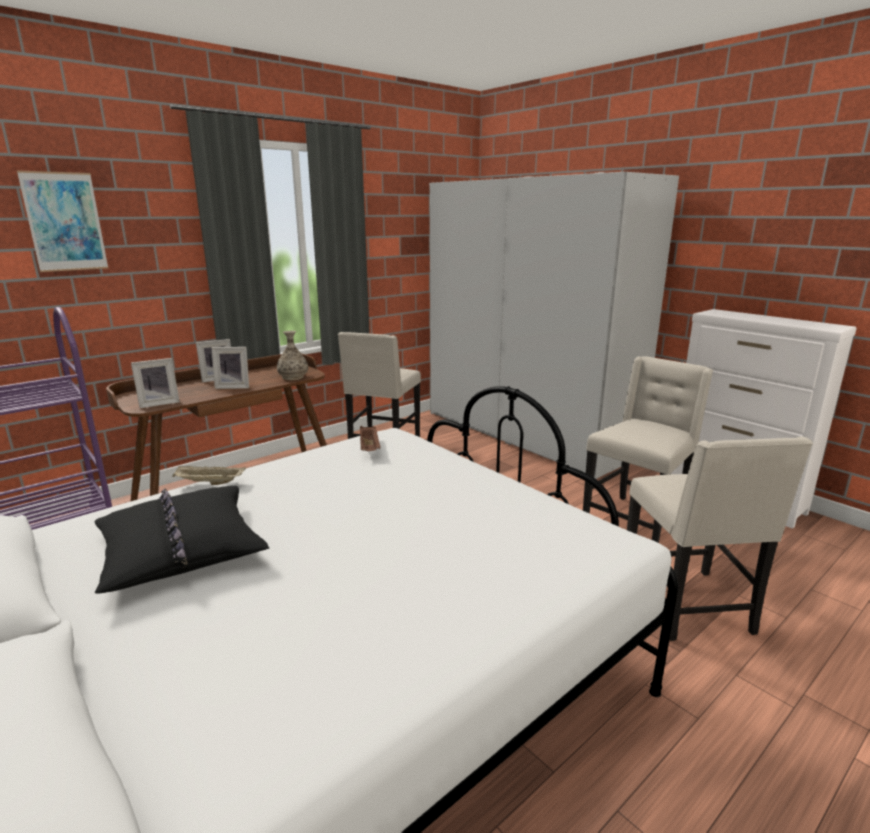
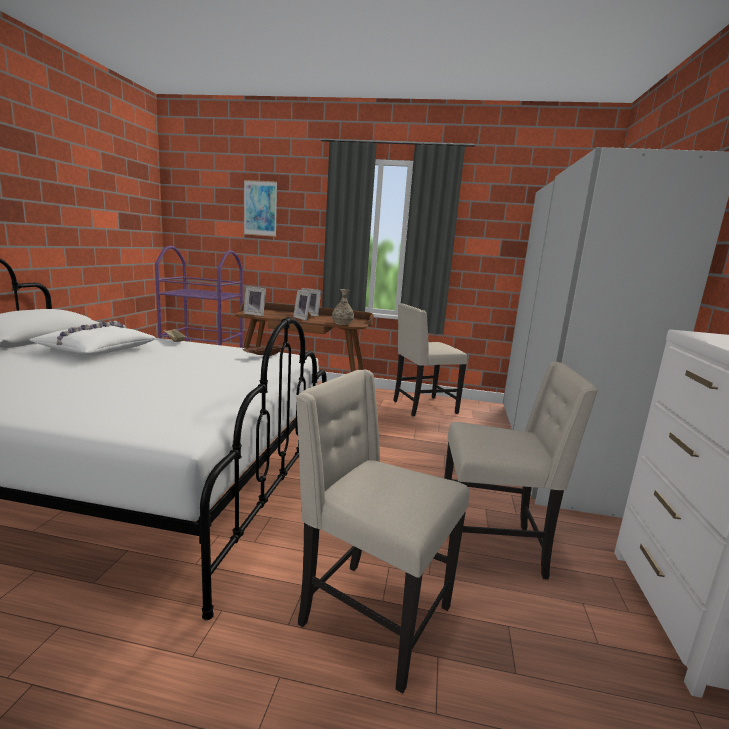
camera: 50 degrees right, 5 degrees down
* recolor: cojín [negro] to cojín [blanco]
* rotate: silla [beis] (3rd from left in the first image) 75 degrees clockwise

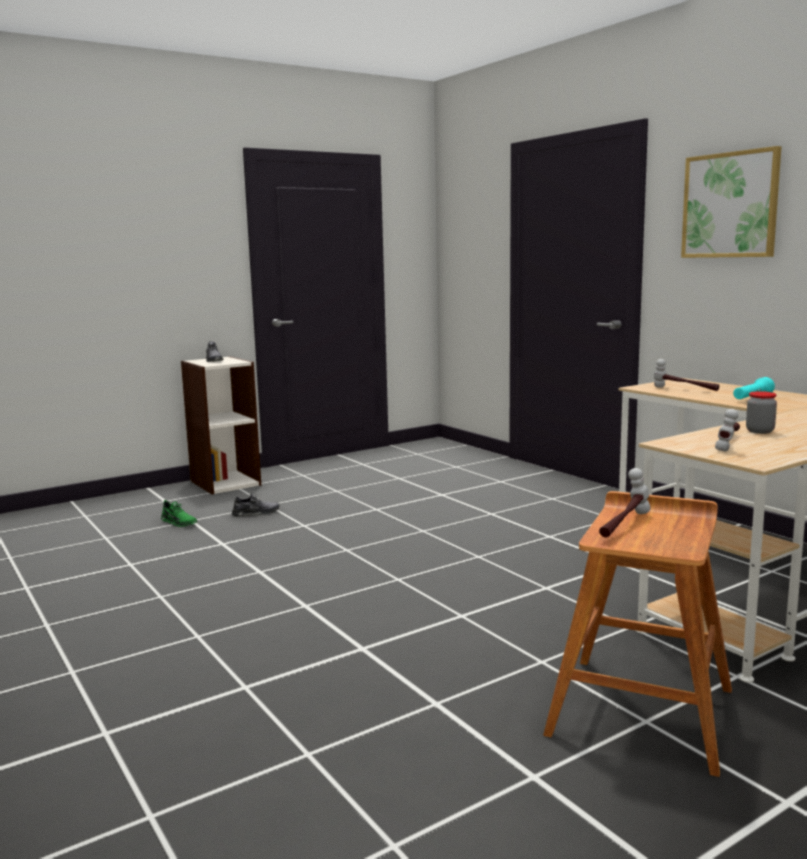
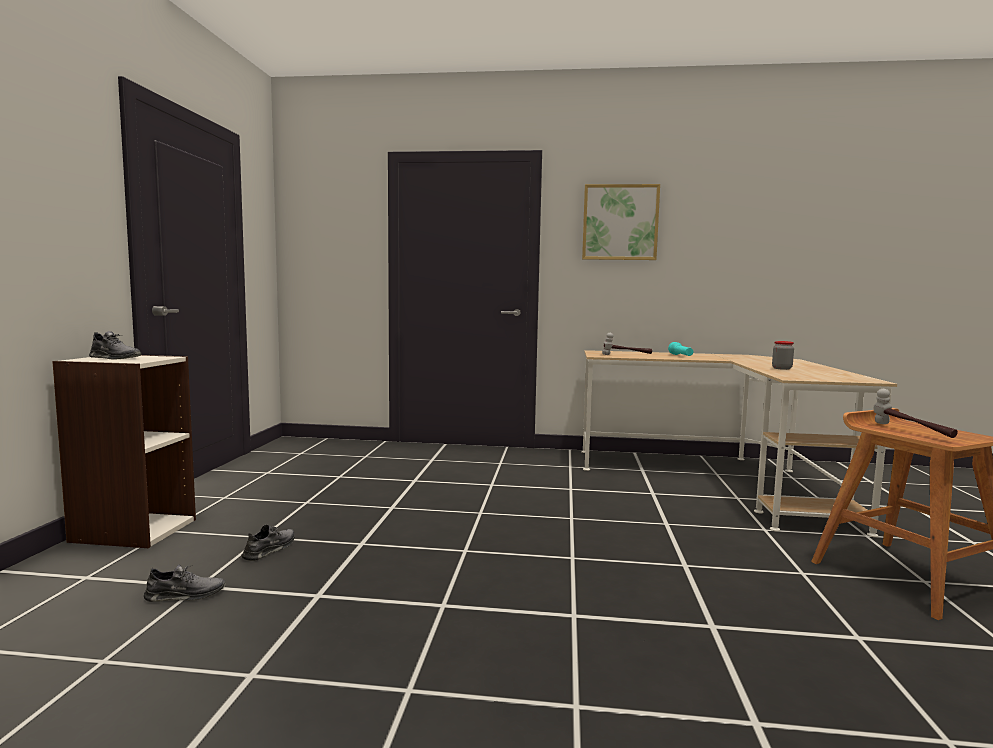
camera: 50 degrees left, 5 degrees down
* recolor: zapato [verde] to zapato [gris] (2nd from left)
* delete: martillo (3rd from left)

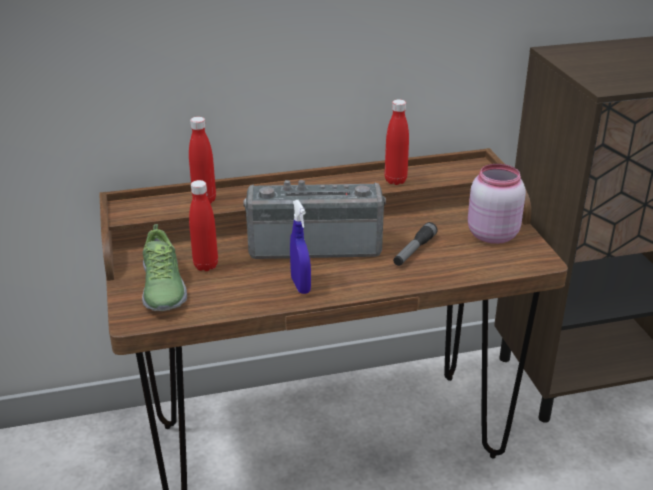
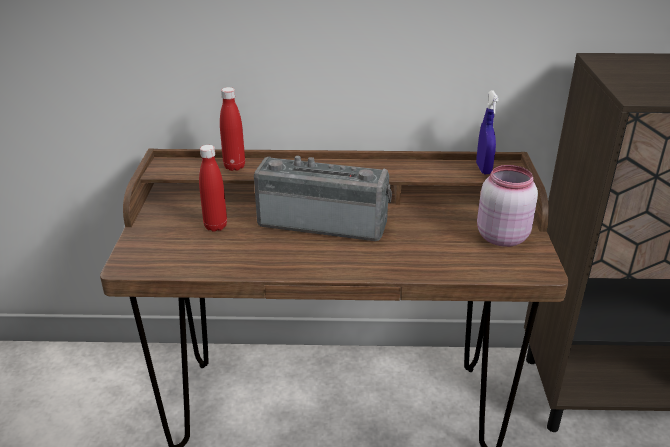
camera: 15 degrees right, 0 degrees up
* delete: zapato
* move: pulverizador [azul]
* delete: botella [rojo] (3rd from left)
* delete: linterna

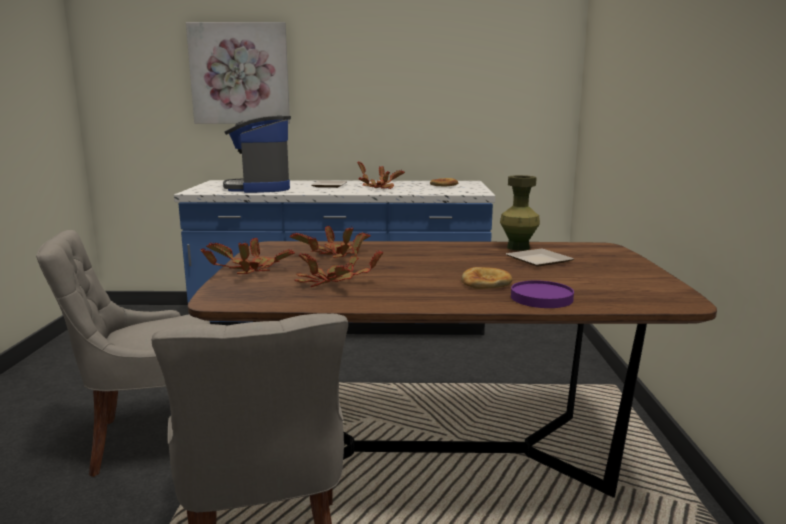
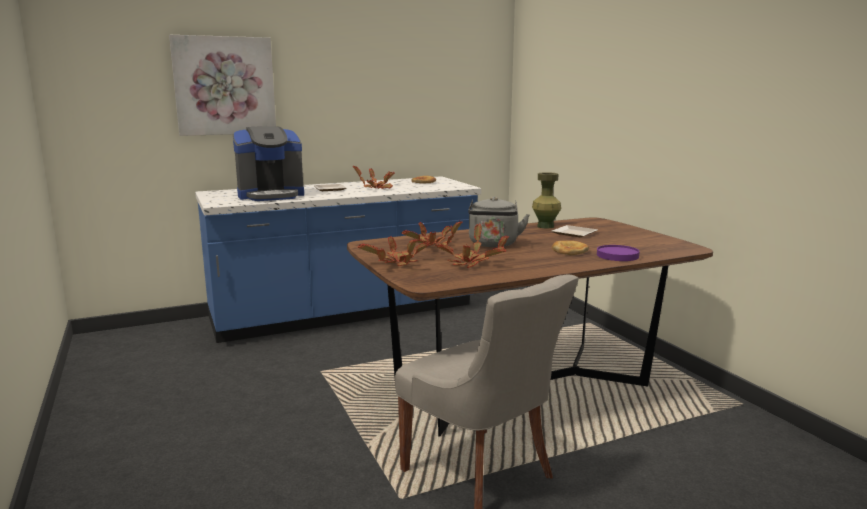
camera: 25 degrees left, 0 degrees up
* delete: silla [gris] (1st from left)
* rotate: cafetera 75 degrees counterclockwise
* insert: hervidor [gris]

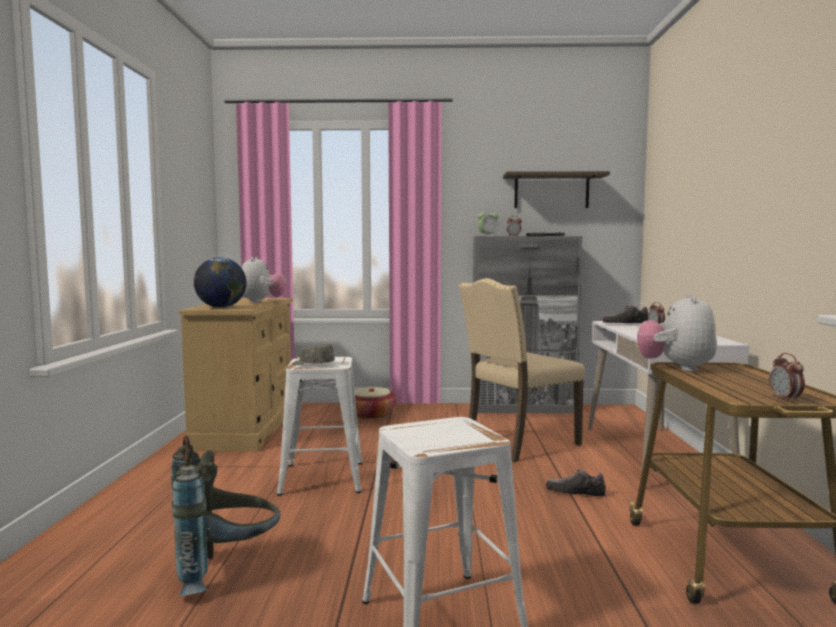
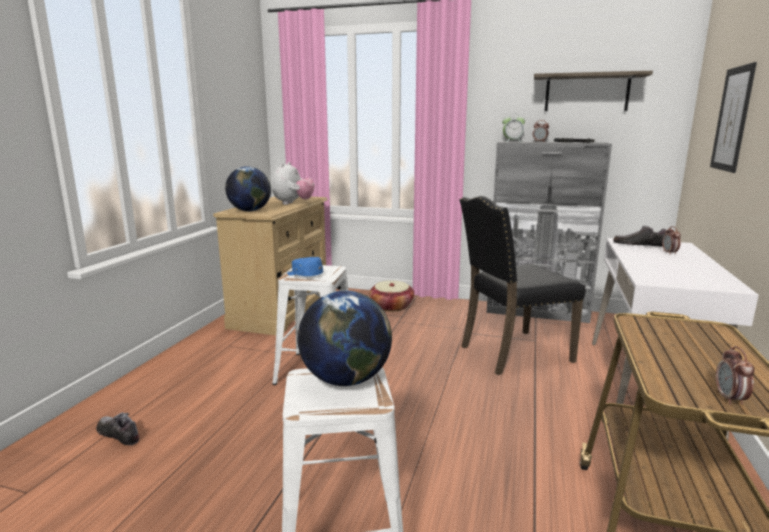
camera: 15 degrees right, 10 degrees up
* delete: mochila [gris]
* recolor: gorra [gris] to gorra [azul]
* recolor: silla [beis] to silla [negro]
* move: zapato (1st from left)
* delete: peluche (2nd from left)
* insert: globo terráqueo (2nd from left)
* insert: cuadro

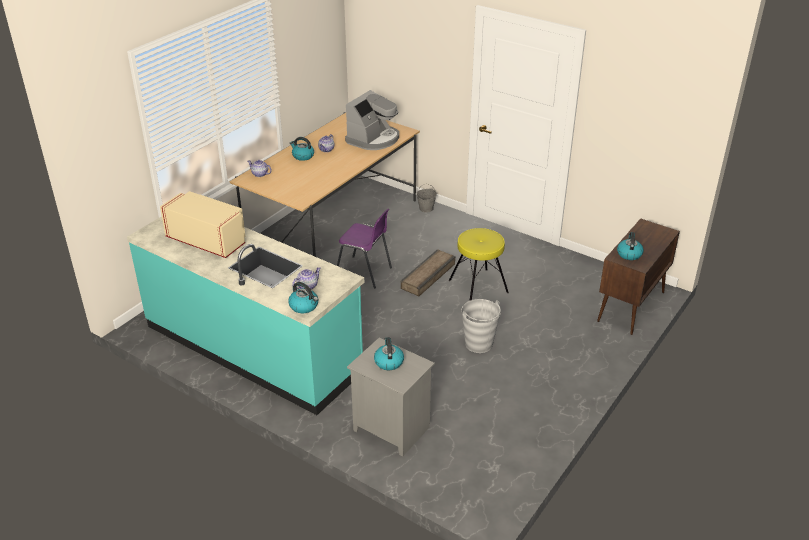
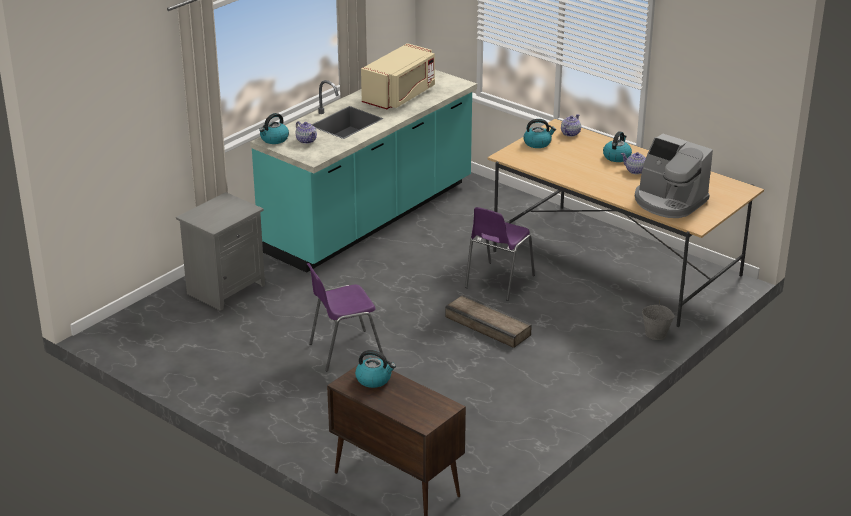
camera: 95 degrees right, 5 degrees down
* move: hervidor (3rd from left)
* delete: taburete [amarillo]
* replace: cubo [gris] (2nd from left) to silla [morado] (1st from left)

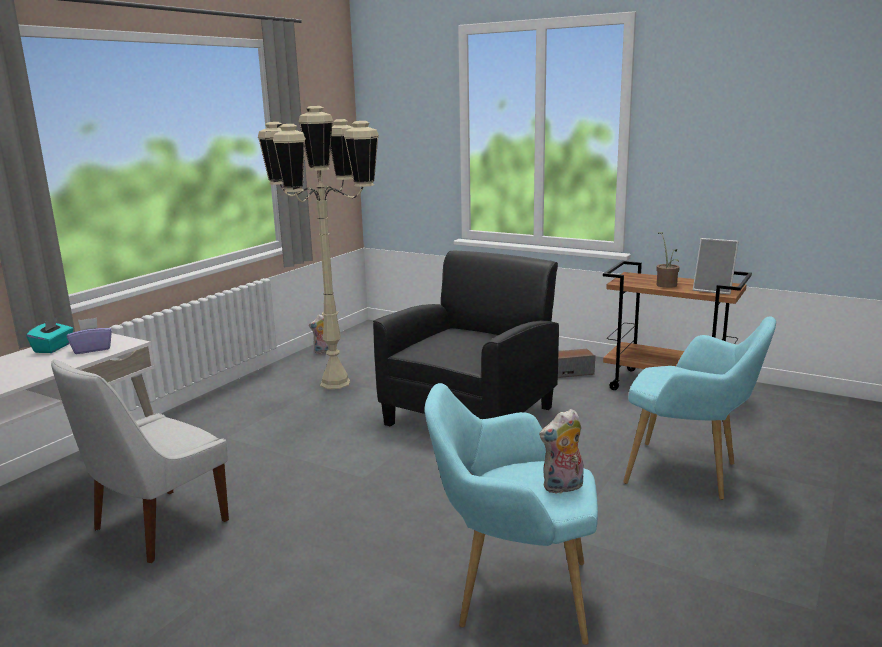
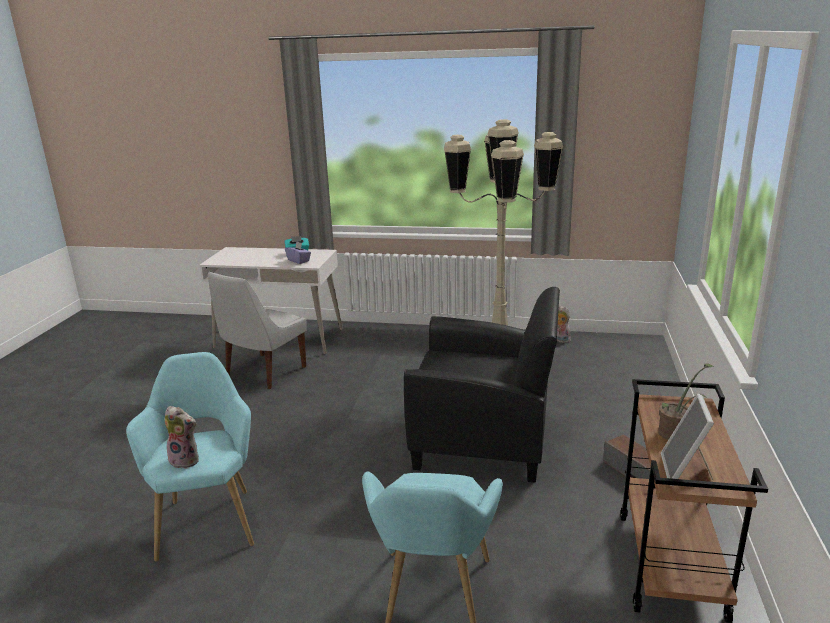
camera: 70 degrees right, 5 degrees up
* rotate: silla [blanco] 75 degrees counterclockwise
* rotate: peluche (2nd from left in the first image) 150 degrees clockwise

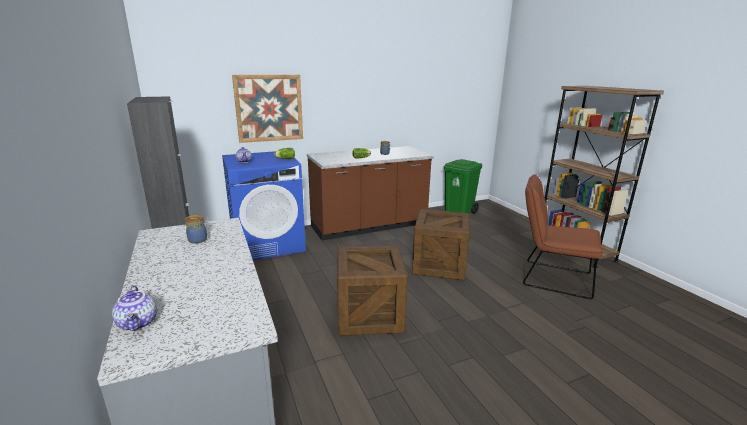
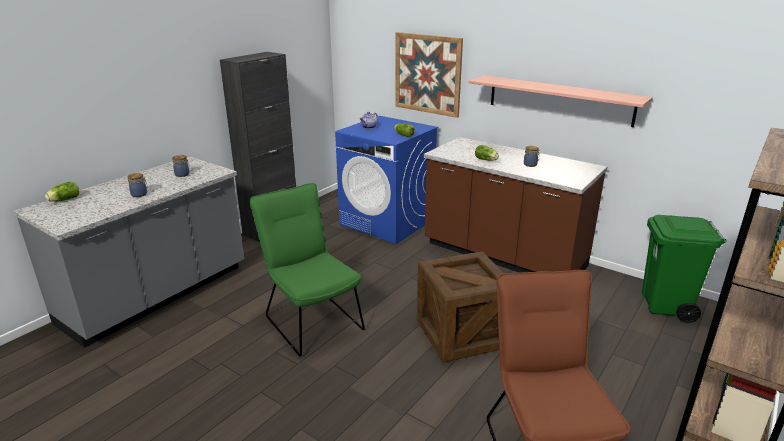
camera: 60 degrees right, 5 degrees up
* replace: tetera (1st from left) to lechuga (1st from left)
* replace: caja de embalaje (1st from left) to silla [verde]
* insert: tarro (1st from left)
* insert: estante

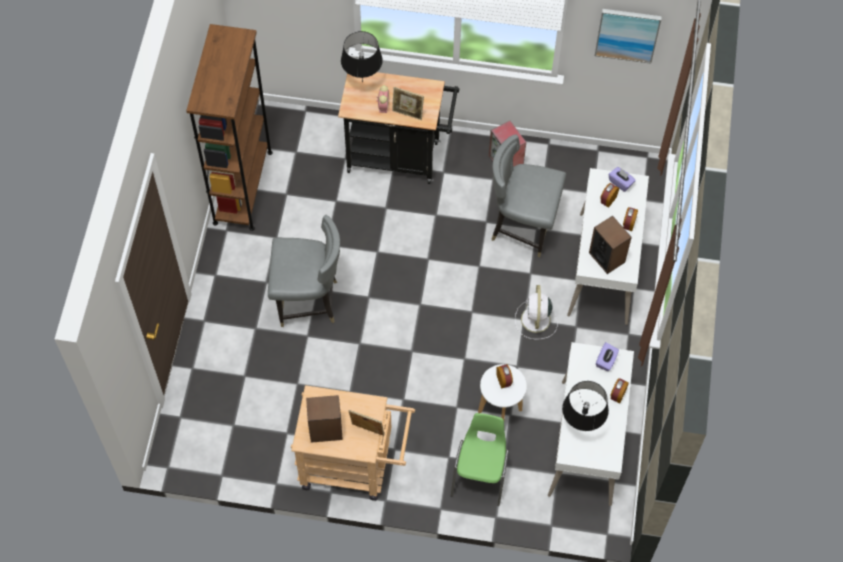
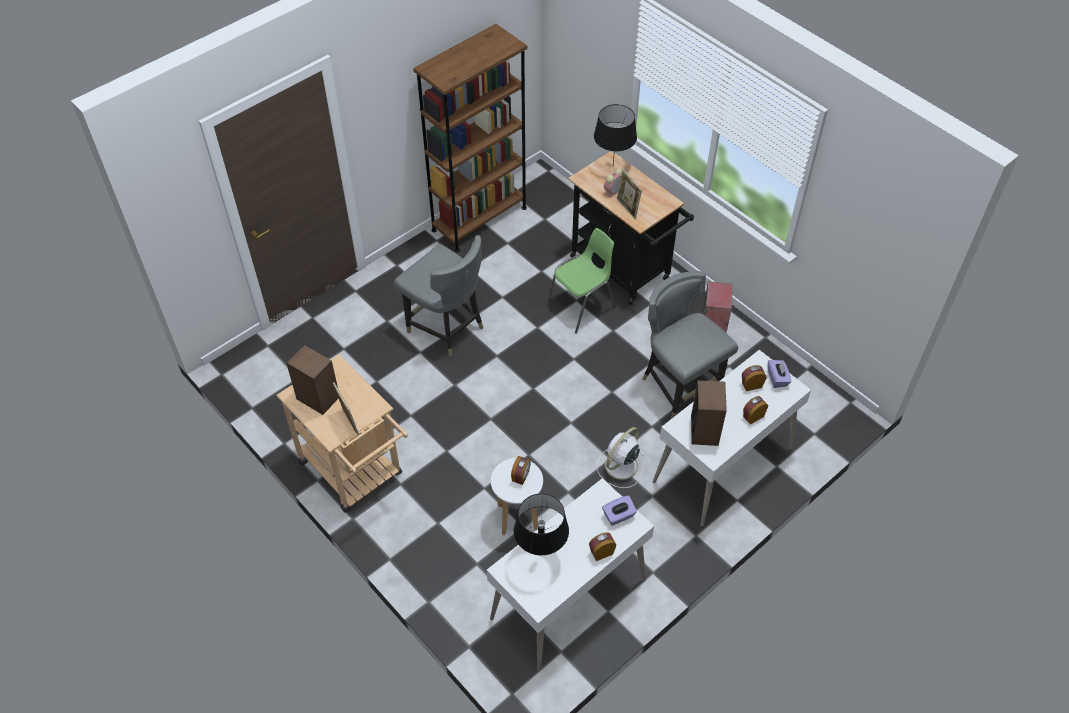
camera: 40 degrees right, 10 degrees down
* move: silla [verde]
* delete: cuadro

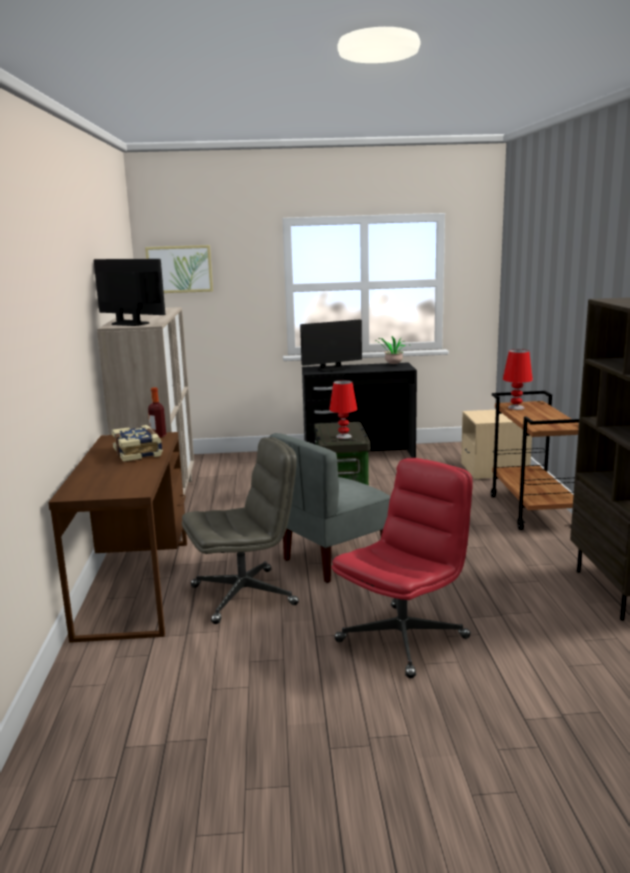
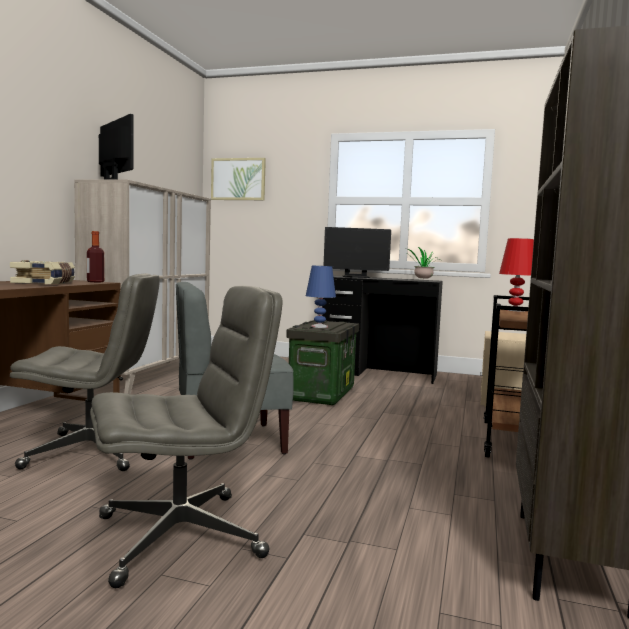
camera: 20 degrees right, 10 degrees down
* recolor: lámpara de mesa [rojo] (1st from left) to lámpara de mesa [azul]
* recolor: silla de oficina [rojo] to silla de oficina [gris] (2nd from left)

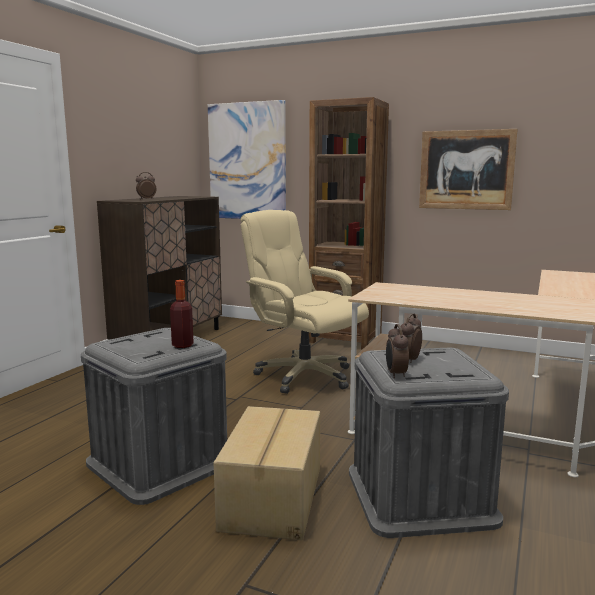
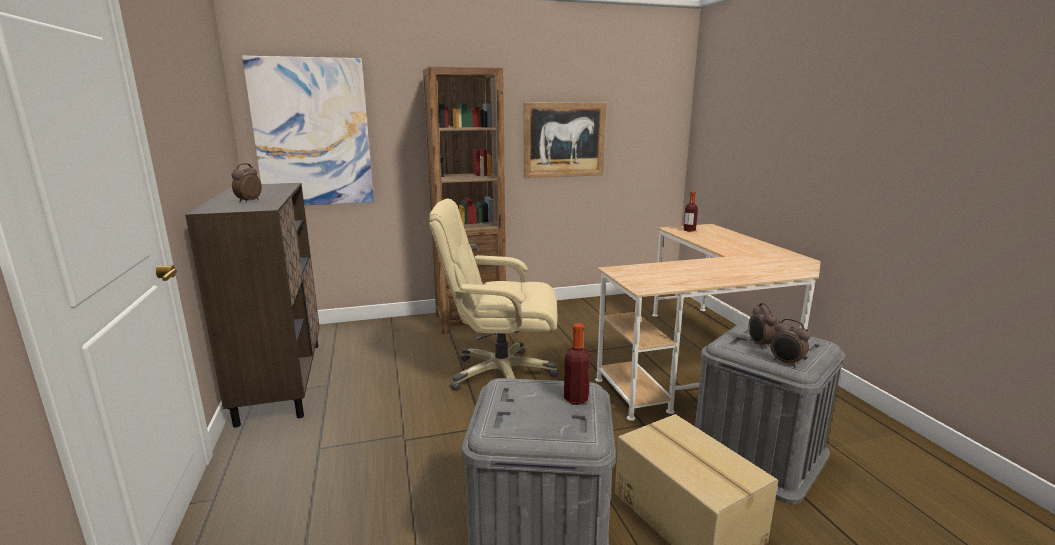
camera: 40 degrees left, 5 degrees up
* insert: botella (2nd from left)

